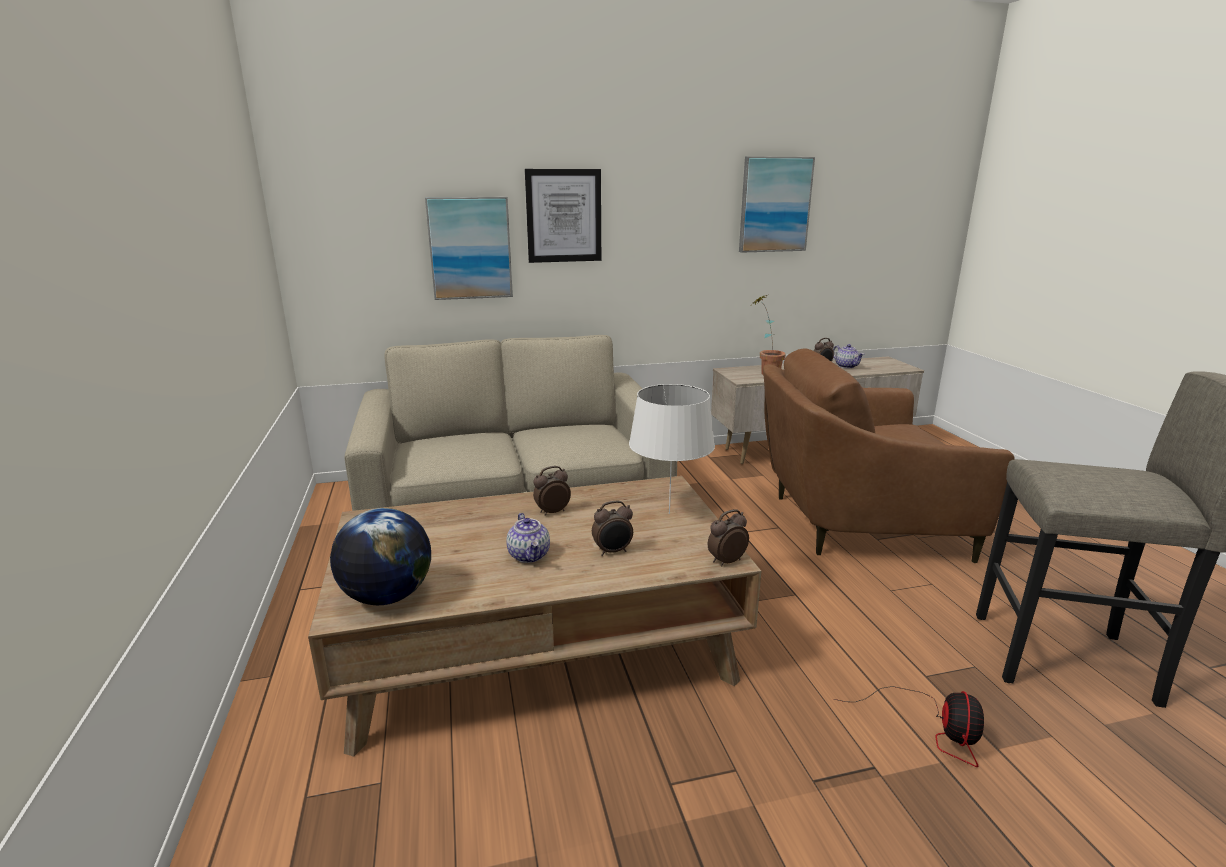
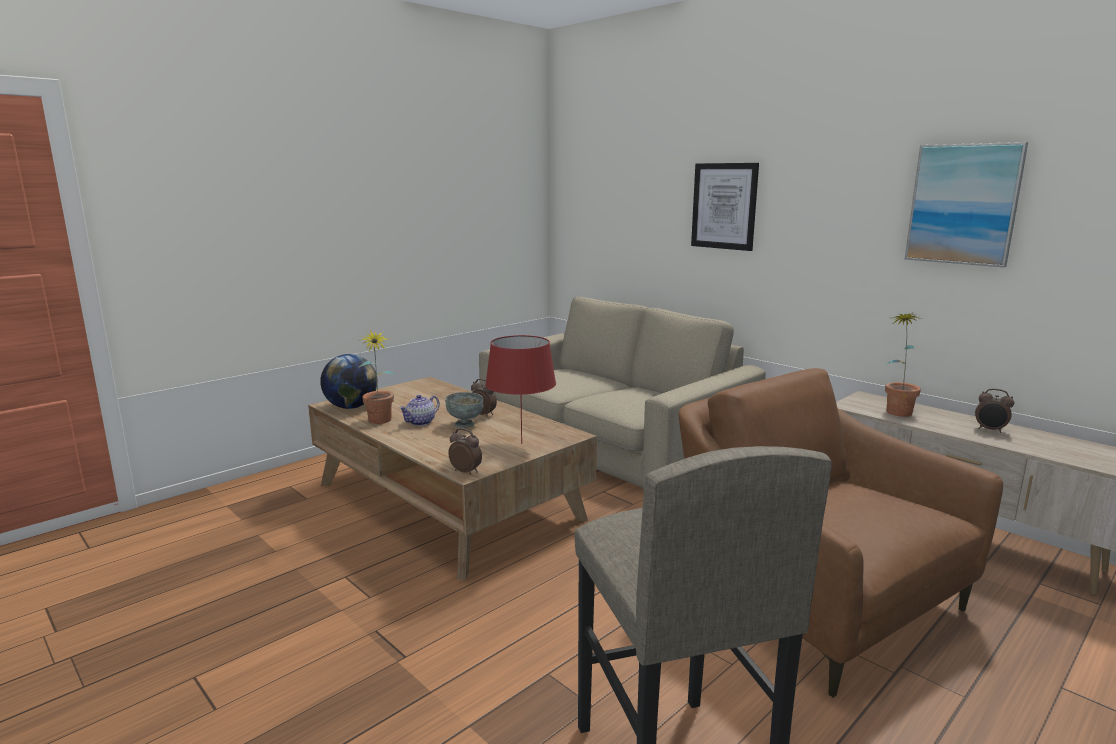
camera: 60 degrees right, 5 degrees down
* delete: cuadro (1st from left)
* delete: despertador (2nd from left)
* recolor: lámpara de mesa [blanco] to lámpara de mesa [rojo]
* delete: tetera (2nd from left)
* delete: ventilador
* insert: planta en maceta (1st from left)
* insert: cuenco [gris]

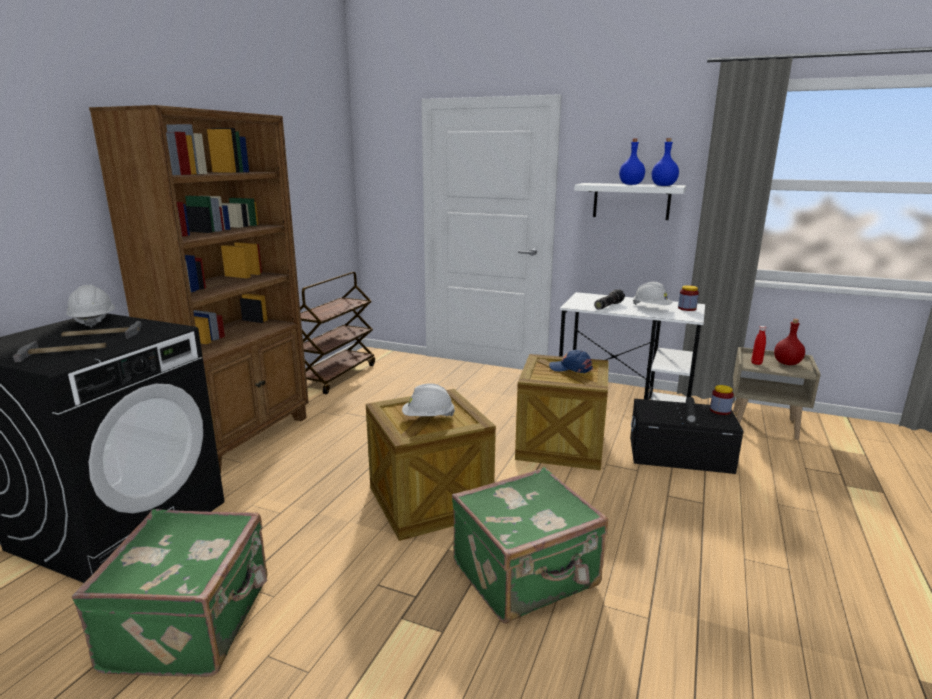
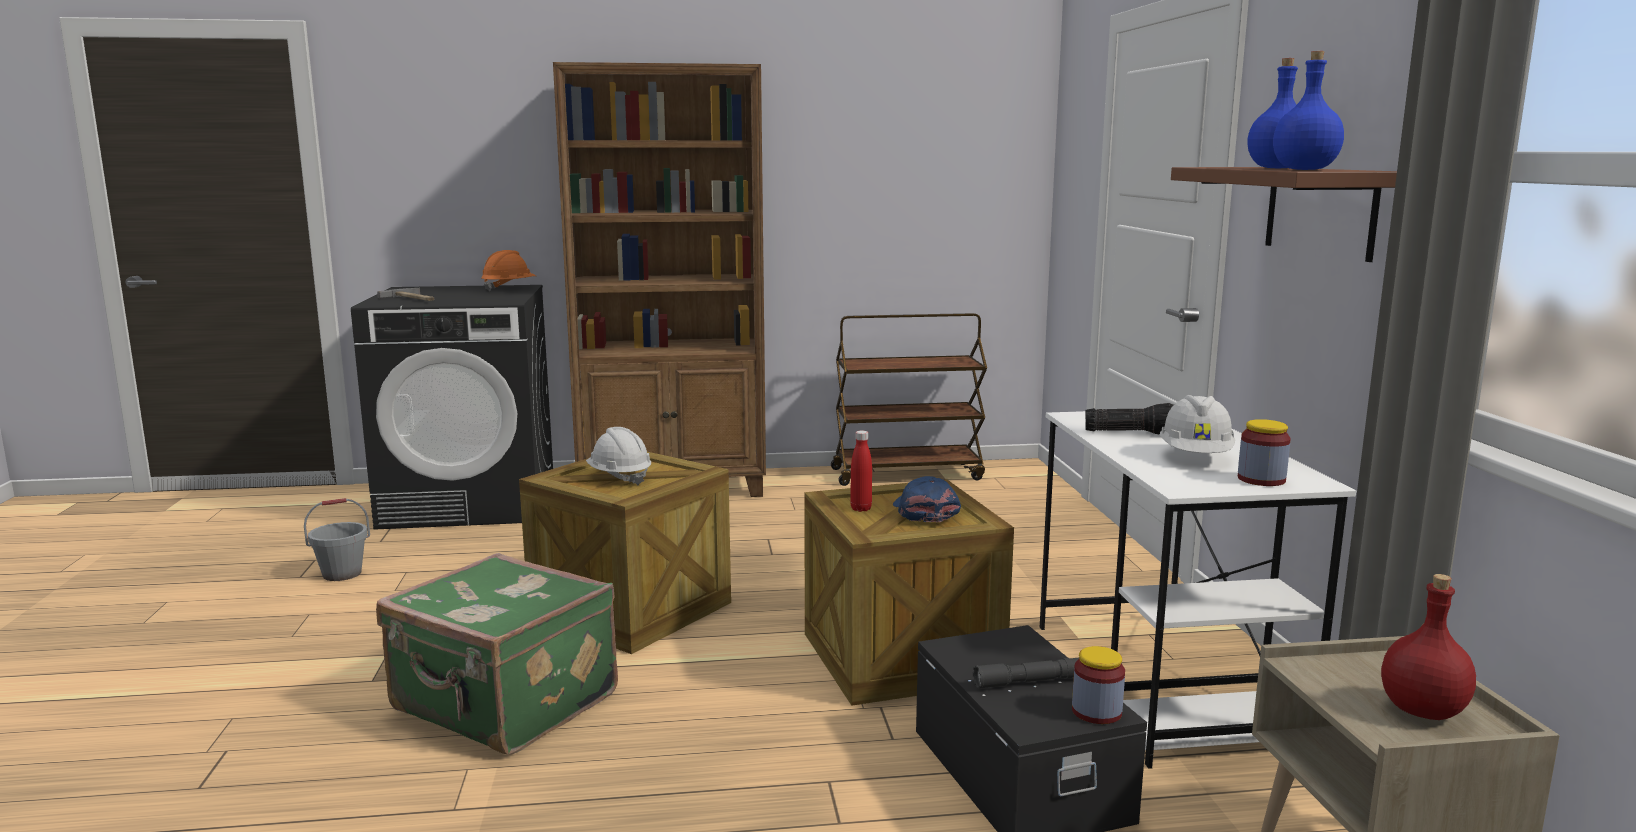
camera: 60 degrees right, 5 degrees down
* delete: martillo (2nd from left)
* recolor: casco [blanco] (1st from left) to casco [naranja]
* replace: maleta [verde] (1st from left) to cubo [gris]
* recolor: estante [blanco] to estante [marrón]
* move: botella [rojo] (1st from left)

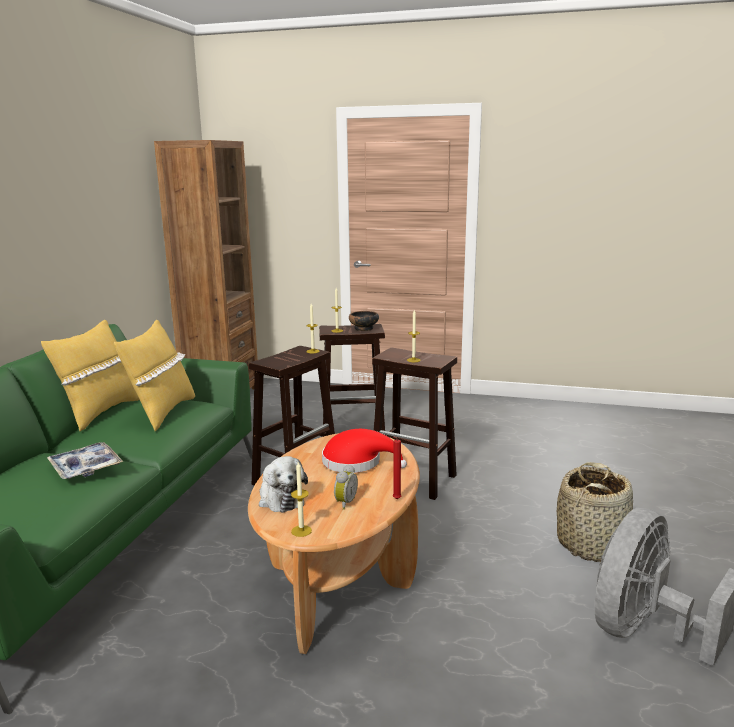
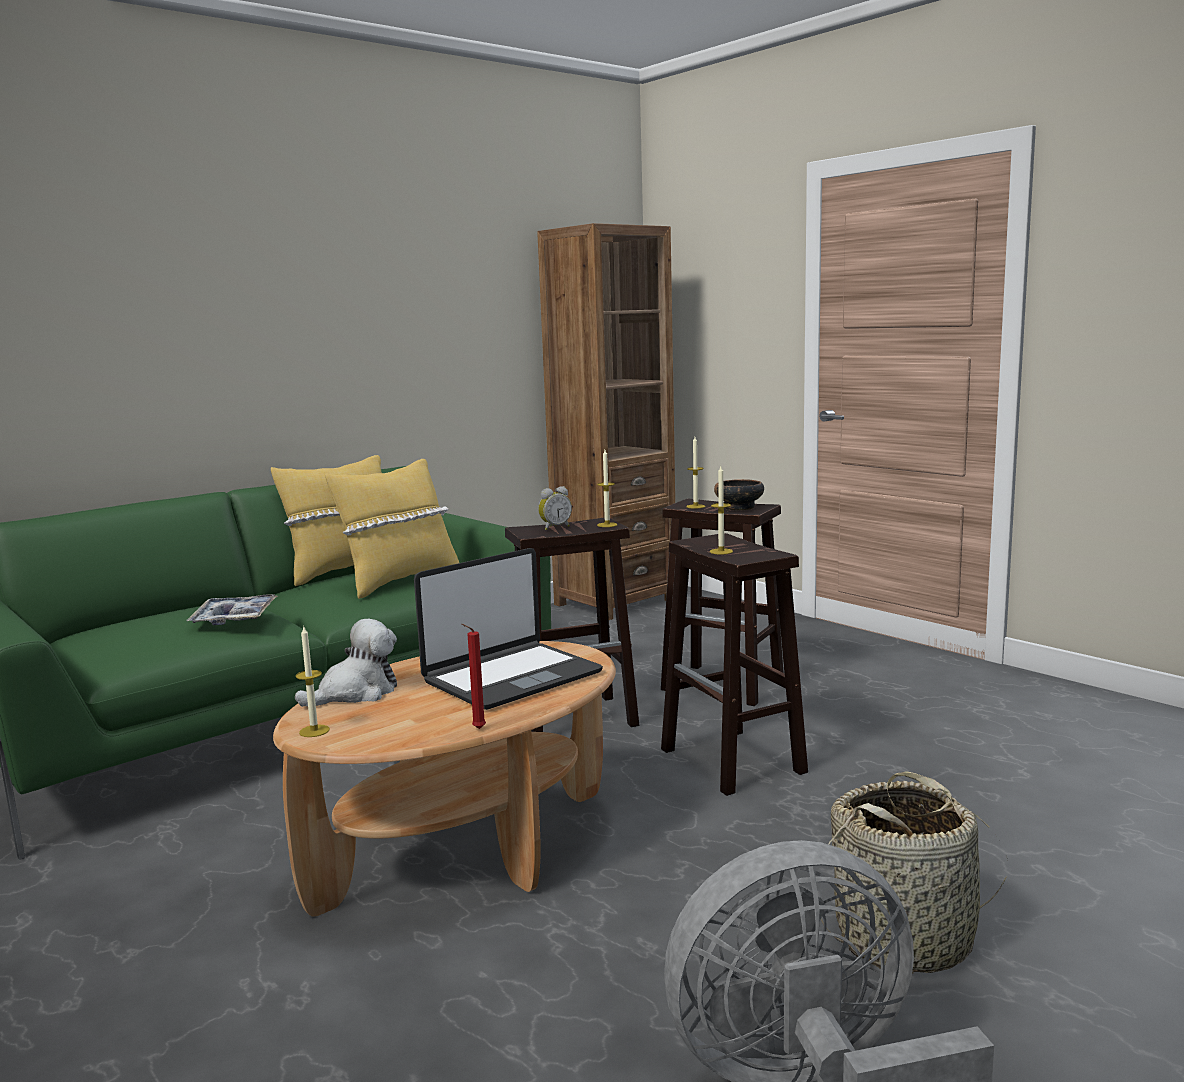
camera: 35 degrees right, 5 degrees down
* rotate: peluche 135 degrees counterclockwise
* replace: sombrero [rojo] to portátil
* move: despertador

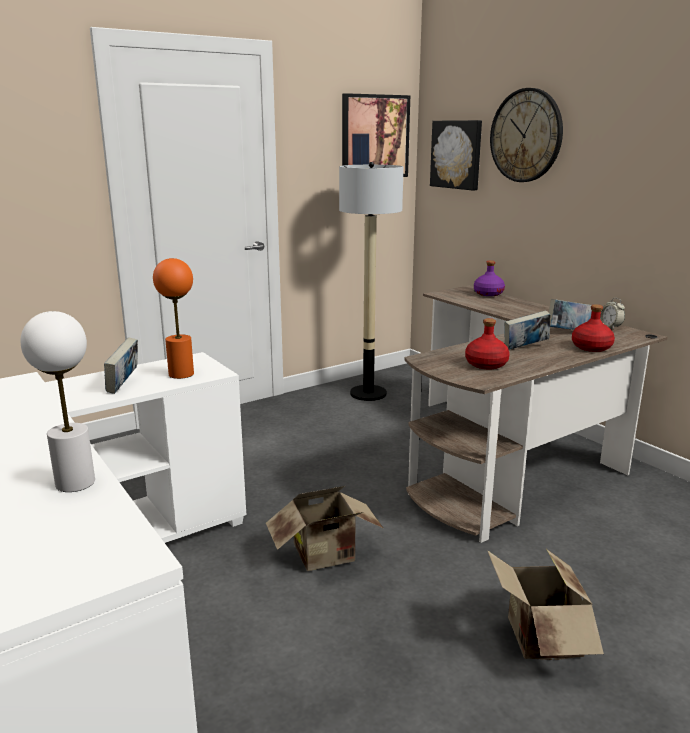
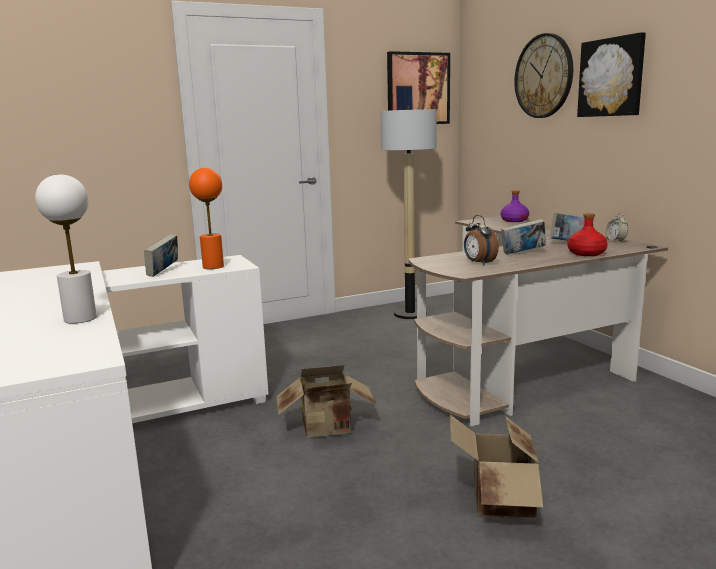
camera: 10 degrees right, 5 degrees down
* move: cuadro (2nd from left)
* replace: botella [rojo] (1st from left) to despertador (1st from left)

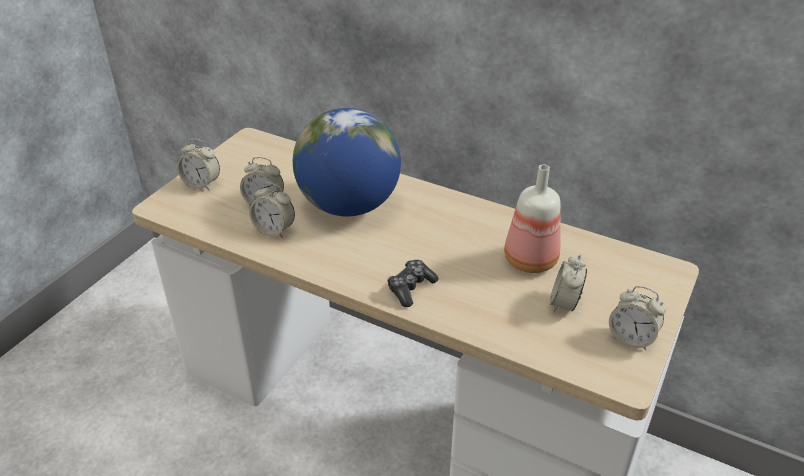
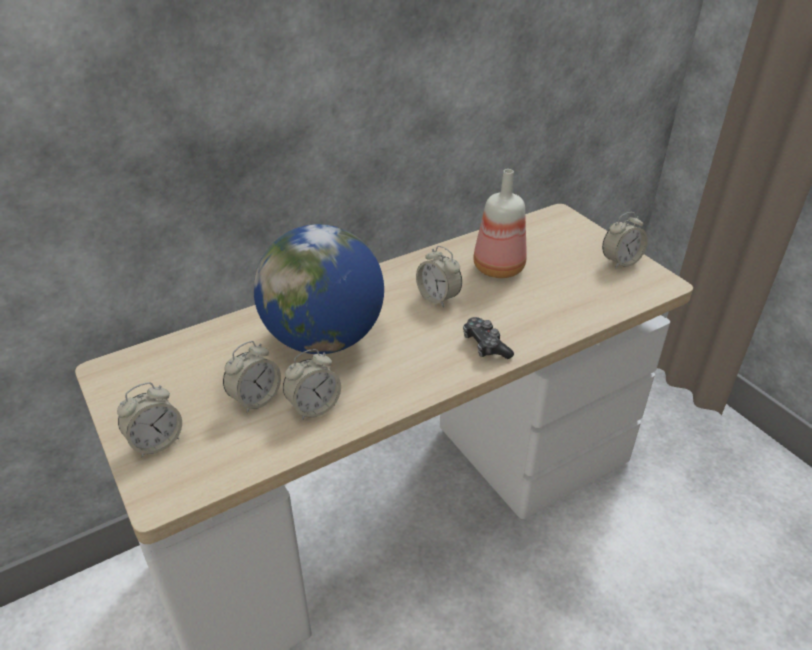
camera: 60 degrees left, 0 degrees up
* move: despertador (4th from left)

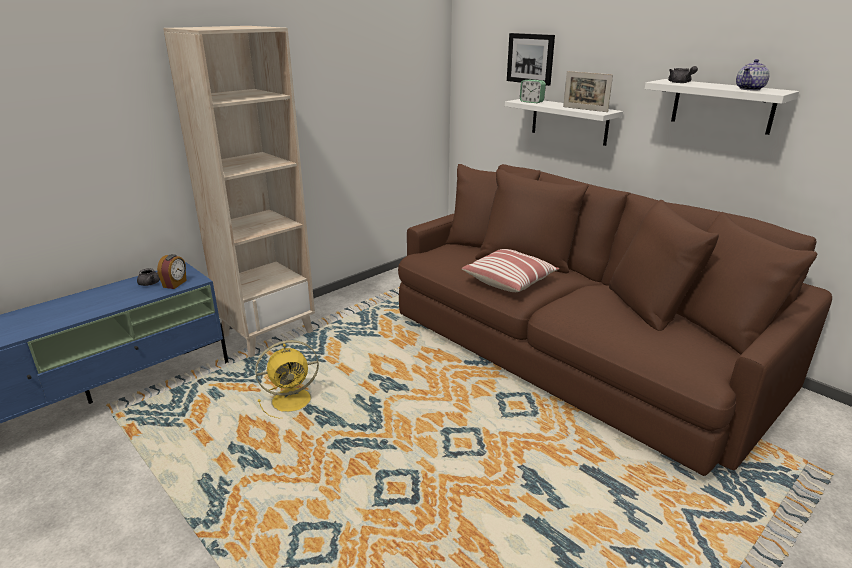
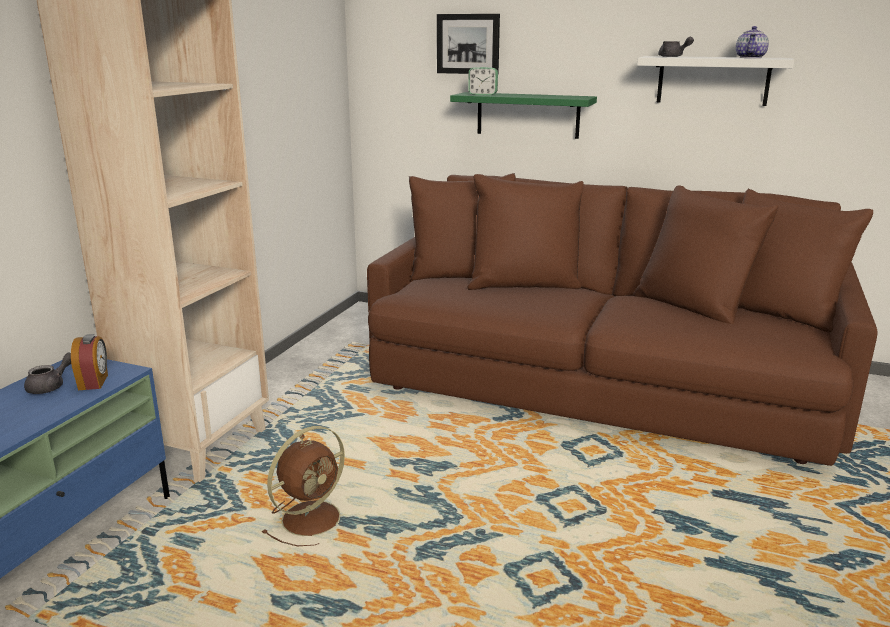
camera: 25 degrees left, 5 degrees down
* recolor: ventilador [amarillo] to ventilador [marrón]
* delete: cojín
* recolor: estante [blanco] (1st from left) to estante [verde]
* delete: portarretratos

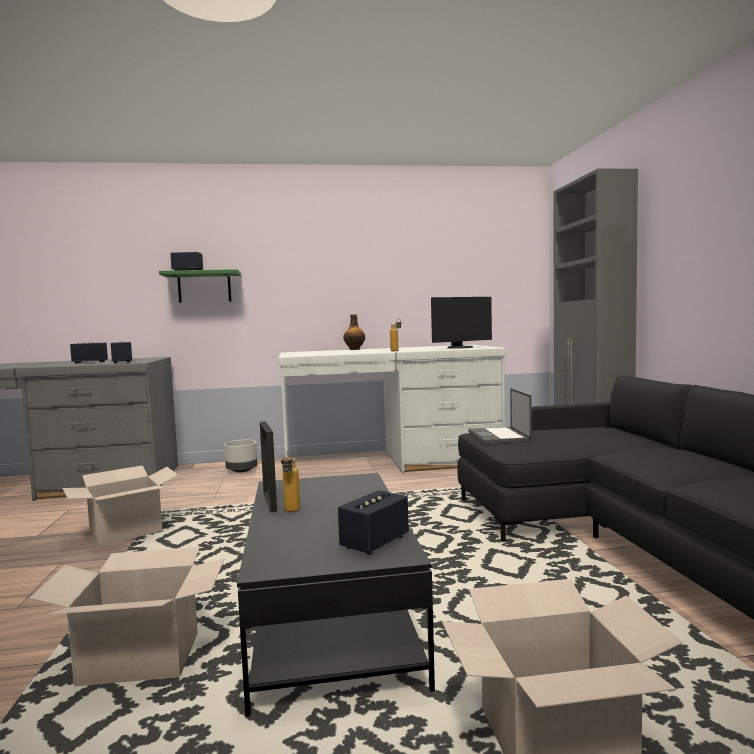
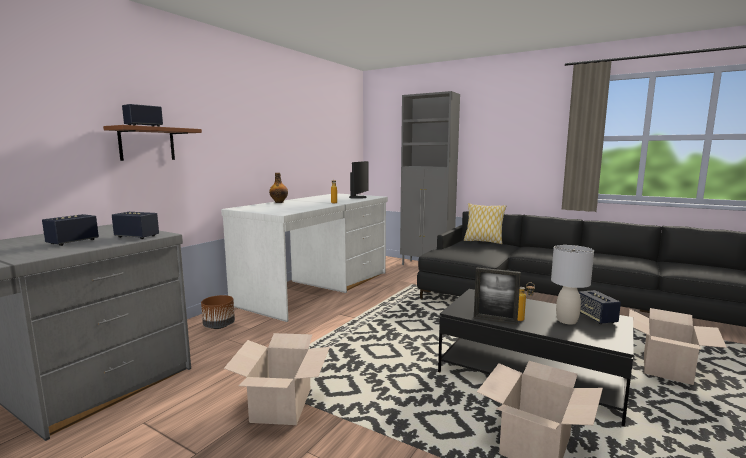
camera: 50 degrees left, 5 degrees up
* recolor: estante [verde] to estante [marrón]
* recolor: maceta [gris] to maceta [marrón]
* delete: portátil
* insert: cojín
* insert: lámpara de mesa [gris]

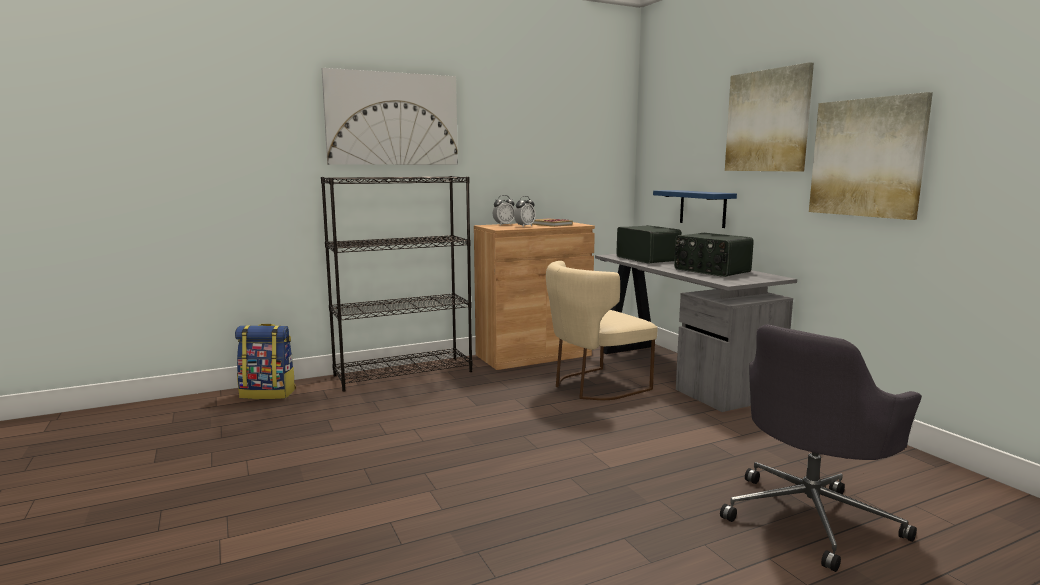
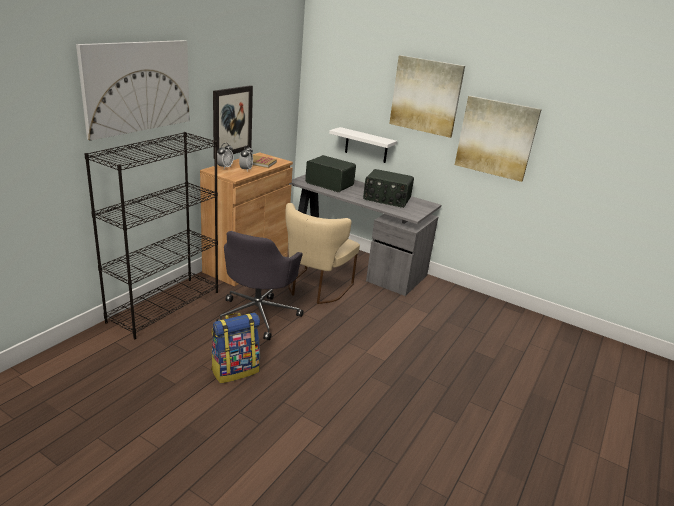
camera: 35 degrees left, 15 degrees up
* move: mochila
* recolor: estante [azul] to estante [blanco]
* move: silla de oficina [gris]
* insert: cuadro (2nd from left)

